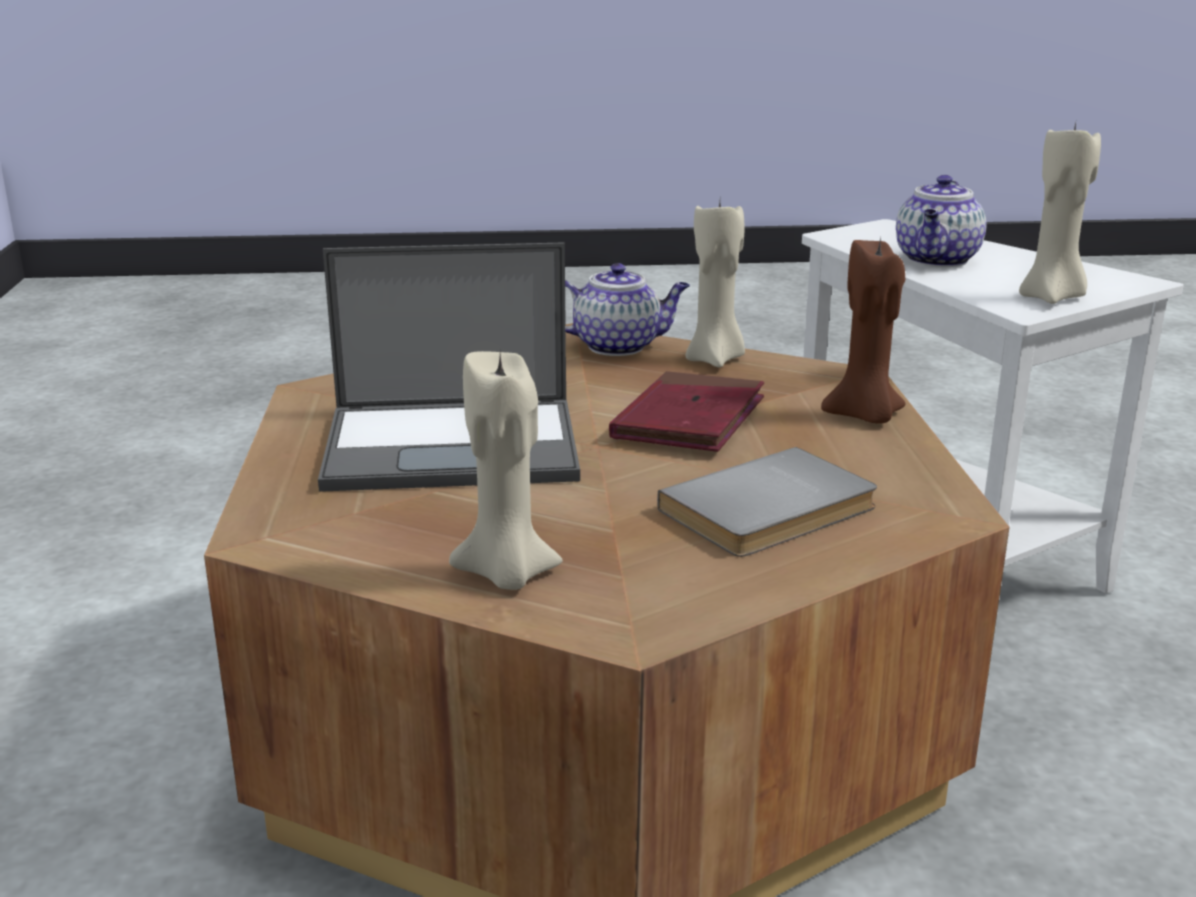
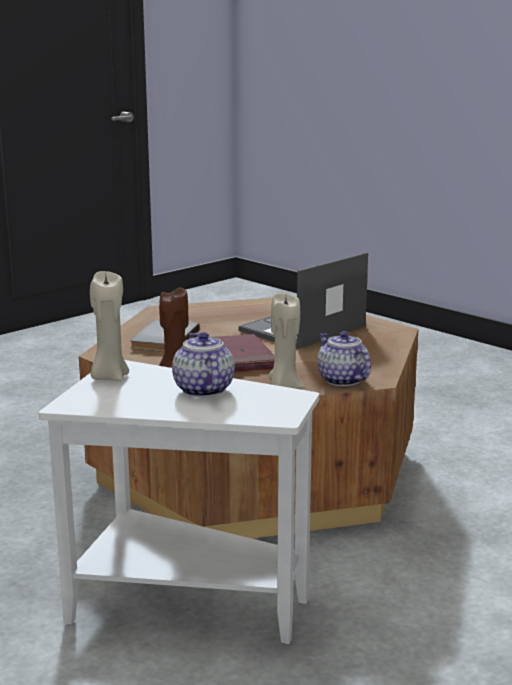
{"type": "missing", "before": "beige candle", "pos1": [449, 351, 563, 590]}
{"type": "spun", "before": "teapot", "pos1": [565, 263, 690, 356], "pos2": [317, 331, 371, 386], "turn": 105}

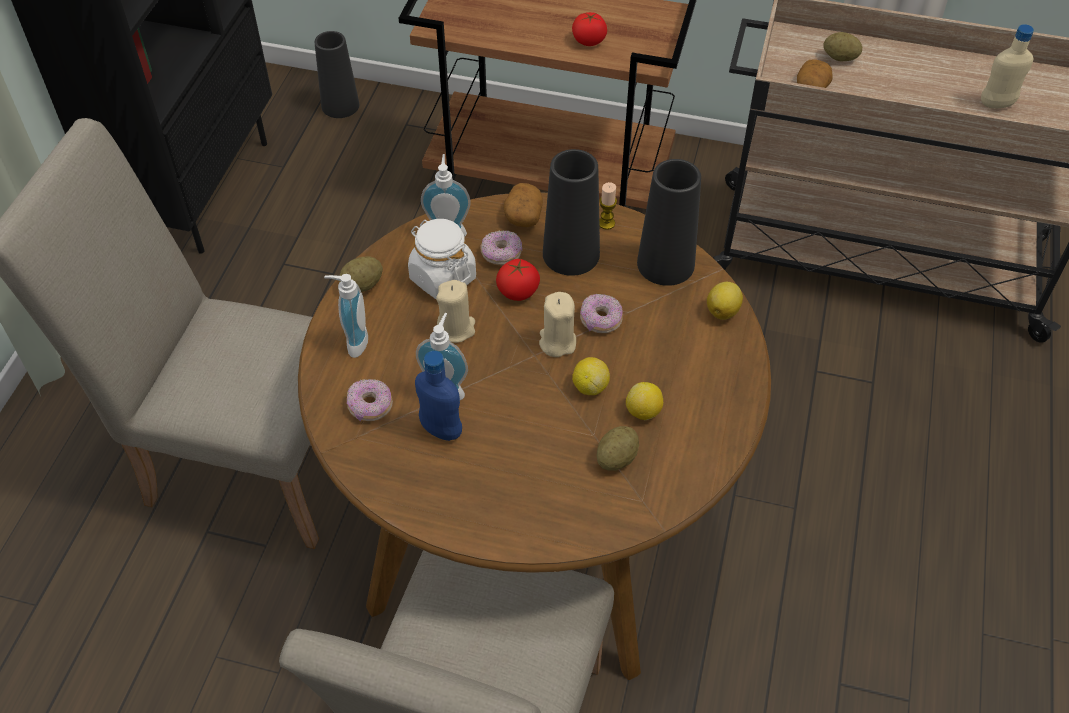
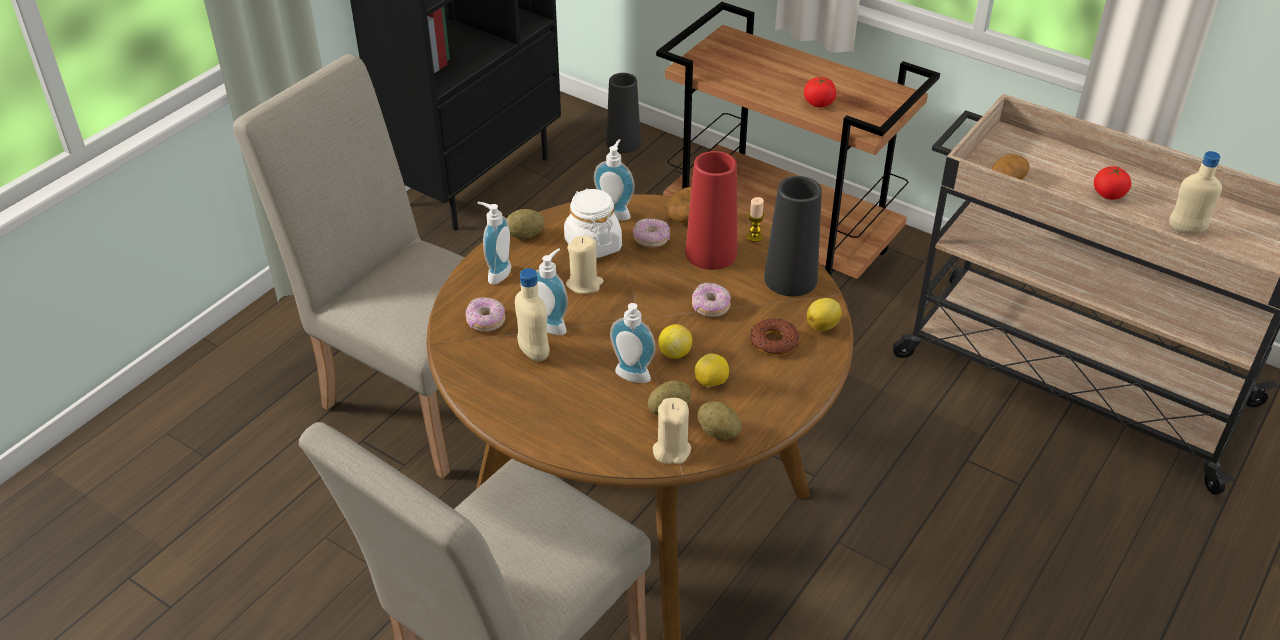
{"type": "appeared", "after": "soap dispenser", "pos2": [610, 303, 656, 383]}
{"type": "appeared", "after": "donut", "pos2": [750, 318, 799, 355]}
{"type": "relocated", "before": "tomato", "pos1": [496, 259, 540, 301], "pos2": [1094, 166, 1131, 200]}
{"type": "relocated", "before": "beige candle", "pos1": [539, 292, 576, 357], "pos2": [653, 398, 691, 464]}
{"type": "relocated", "before": "potato", "pos1": [824, 32, 862, 62], "pos2": [697, 401, 741, 440]}
{"type": "colour", "before": "blue bottle", "after": "beige bottle", "pos1": [415, 351, 462, 441], "pos2": [515, 268, 549, 361]}
{"type": "colour", "before": "black vase", "after": "red vase", "pos1": [543, 149, 600, 276], "pos2": [685, 151, 737, 270]}

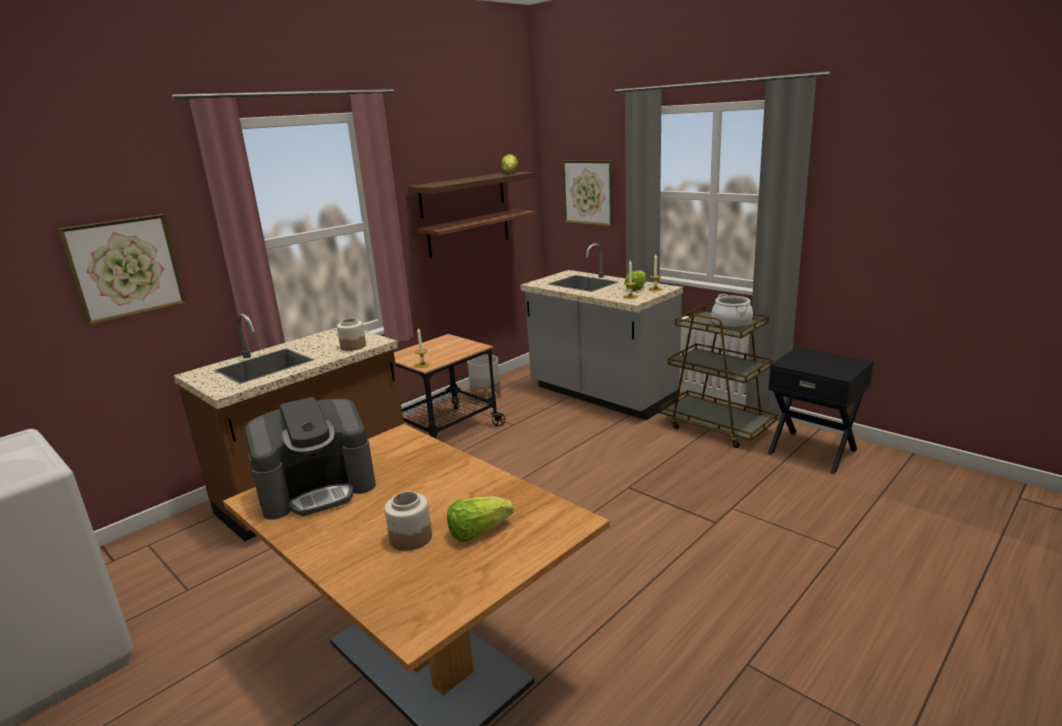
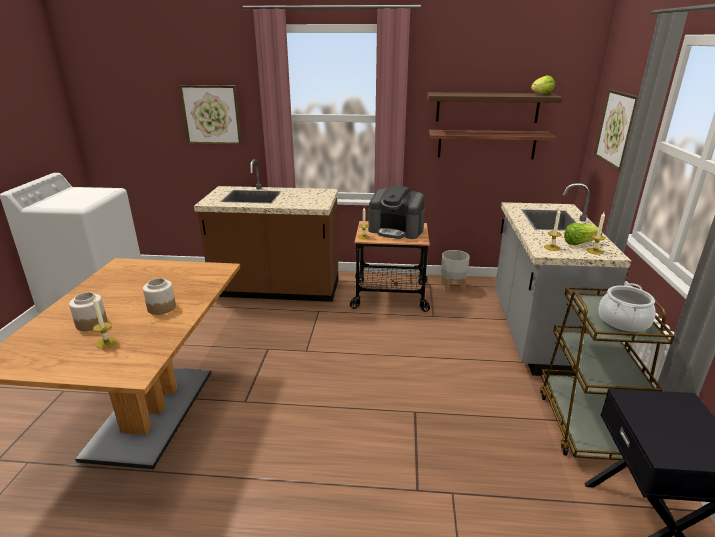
{"type": "relocated", "before": "coffee machine", "pos1": [244, 397, 376, 519], "pos2": [368, 186, 425, 239]}
{"type": "relocated", "before": "jar", "pos1": [337, 318, 366, 351], "pos2": [143, 278, 176, 315]}
{"type": "exchanged", "before": "lettuce", "after": "candle", "pos1": [447, 496, 514, 542], "pos2": [93, 297, 118, 349]}

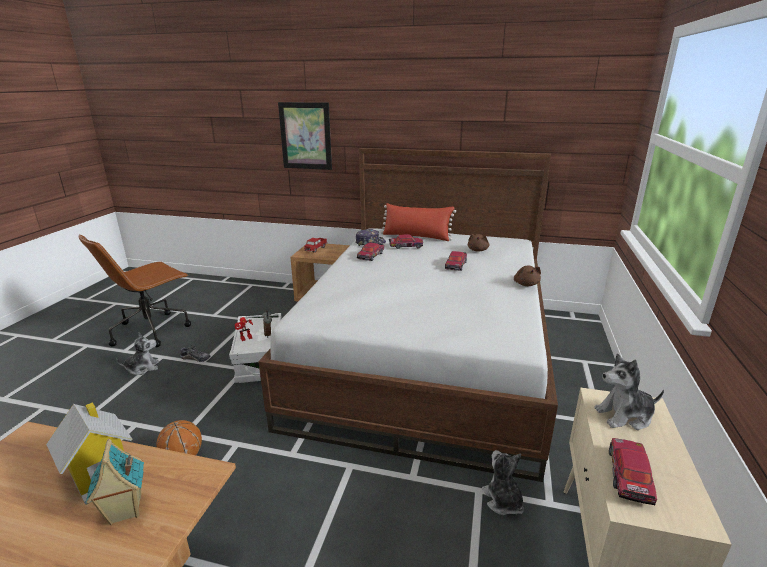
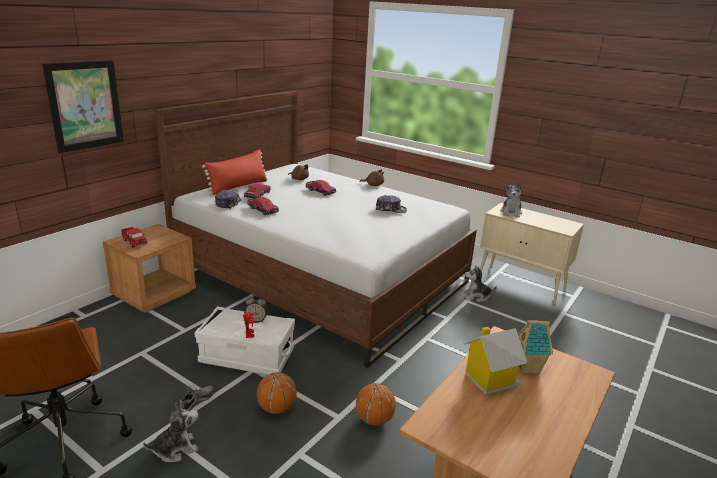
{"type": "missing", "before": "toy car", "pos1": [609, 438, 657, 505]}
{"type": "appeared", "after": "basketball", "pos2": [257, 372, 297, 414]}
{"type": "appeared", "after": "cap", "pos2": [376, 195, 407, 213]}
{"type": "spun", "before": "plush toy", "pos1": [116, 332, 159, 375], "pos2": [143, 402, 198, 462], "turn": 60}

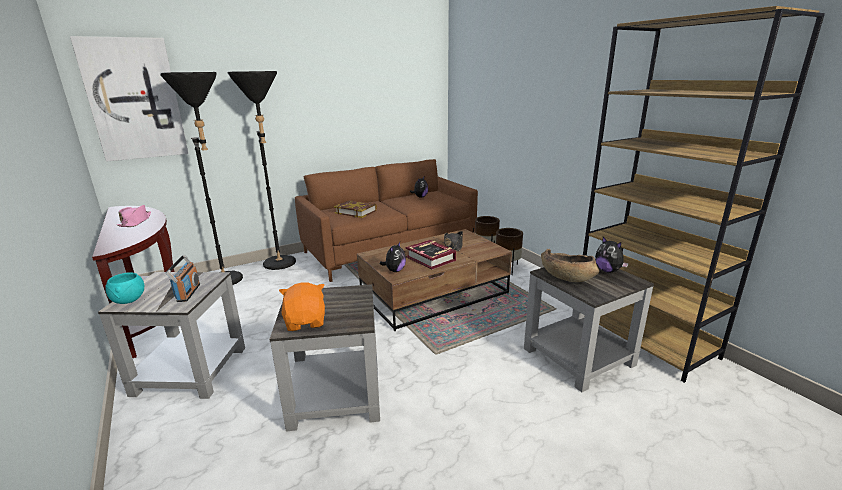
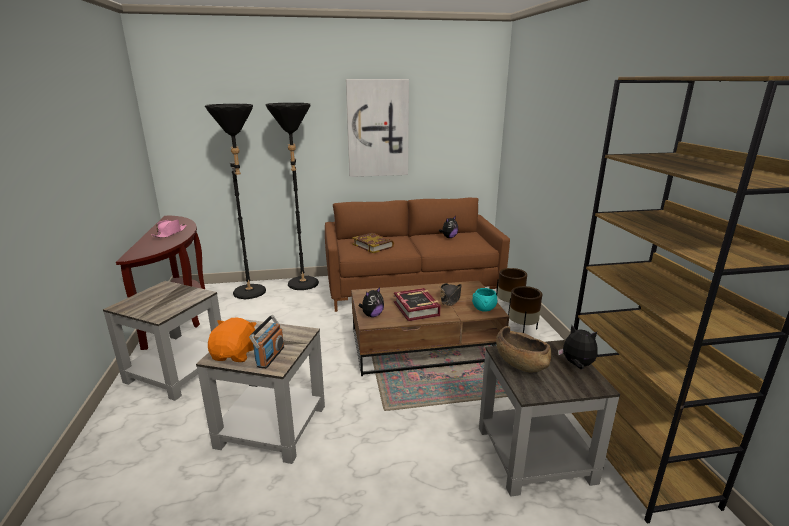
{"type": "relocated", "before": "picture", "pos1": [70, 36, 189, 162], "pos2": [346, 79, 409, 177]}
{"type": "relocated", "before": "turquoise bowl", "pos1": [105, 272, 145, 304], "pos2": [472, 288, 497, 312]}
{"type": "relocated", "before": "radio", "pos1": [165, 255, 200, 302], "pos2": [249, 315, 284, 369]}
{"type": "spun", "before": "plush toy", "pos1": [595, 237, 629, 273], "pos2": [558, 325, 598, 369], "turn": 135}

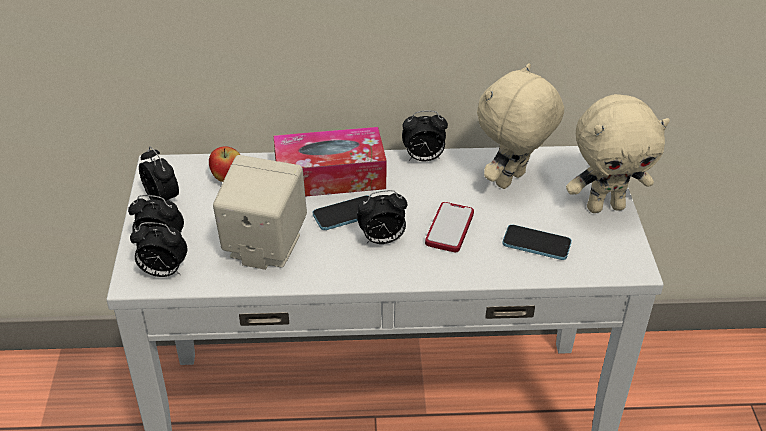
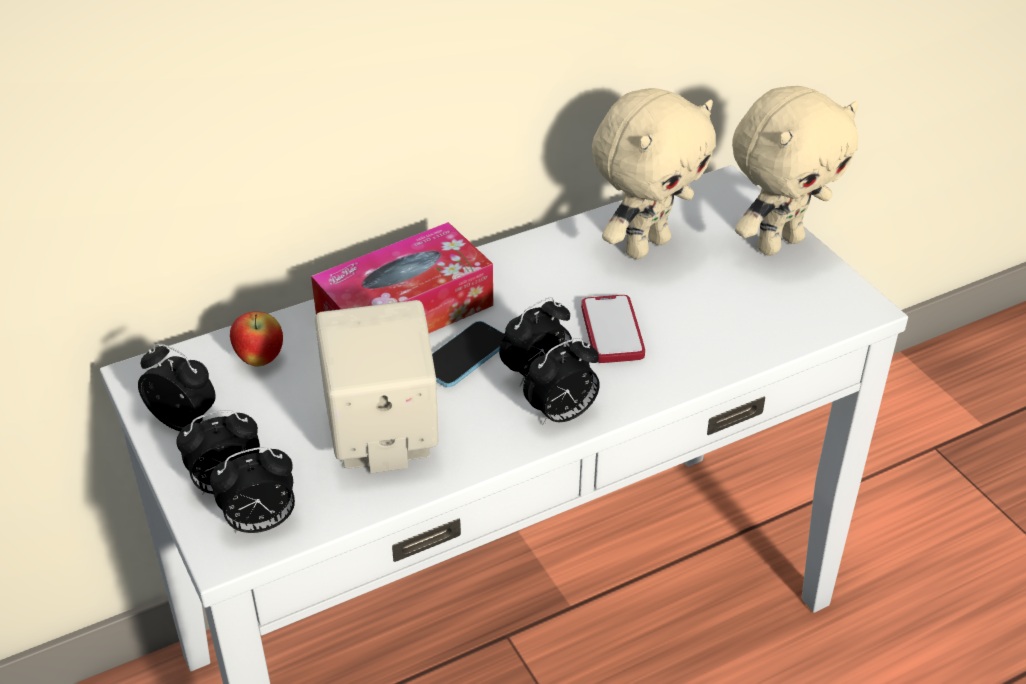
{"type": "missing", "before": "phone", "pos1": [502, 225, 572, 260]}
{"type": "relocated", "before": "alarm clock", "pos1": [402, 111, 448, 161], "pos2": [523, 338, 600, 426]}
{"type": "spun", "before": "beige plush toy", "pos1": [477, 63, 564, 189], "pos2": [592, 88, 716, 259], "turn": -150}

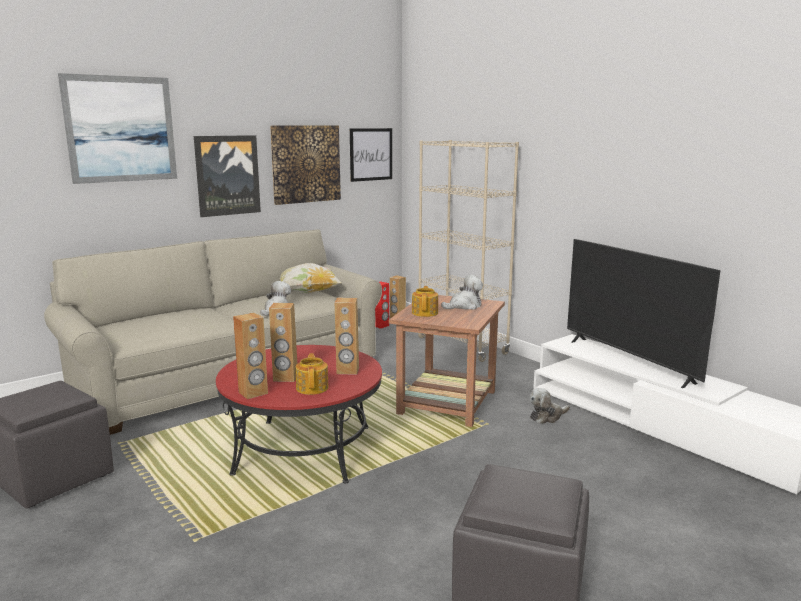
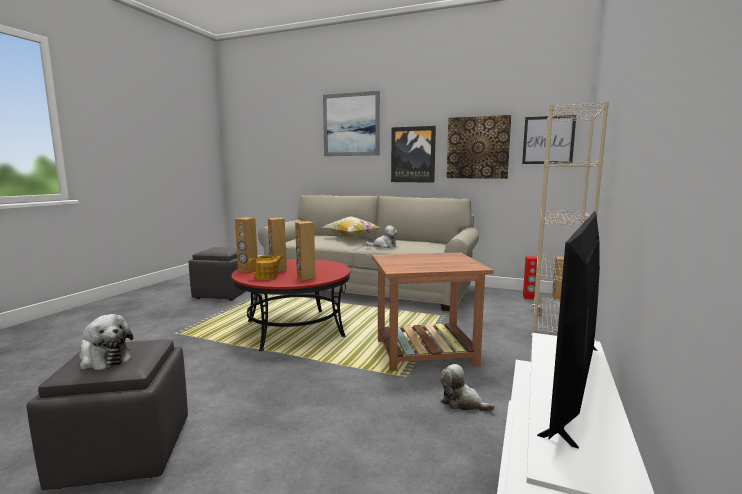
{"type": "missing", "before": "teapot", "pos1": [412, 286, 438, 317]}
{"type": "relocated", "before": "pillow", "pos1": [280, 263, 342, 293], "pos2": [322, 216, 381, 238]}
{"type": "relocated", "before": "plush toy", "pos1": [441, 275, 483, 310], "pos2": [79, 314, 133, 370]}

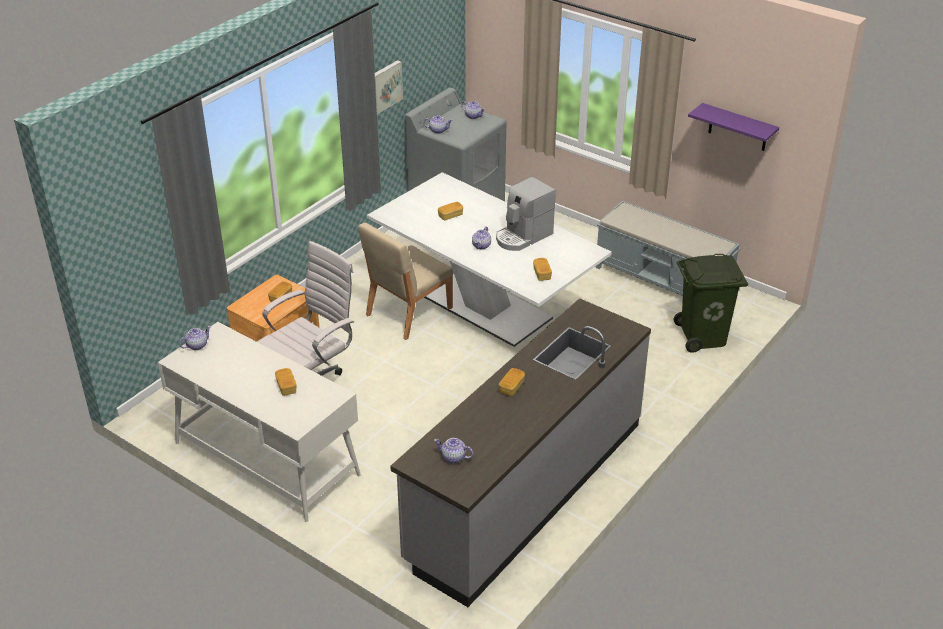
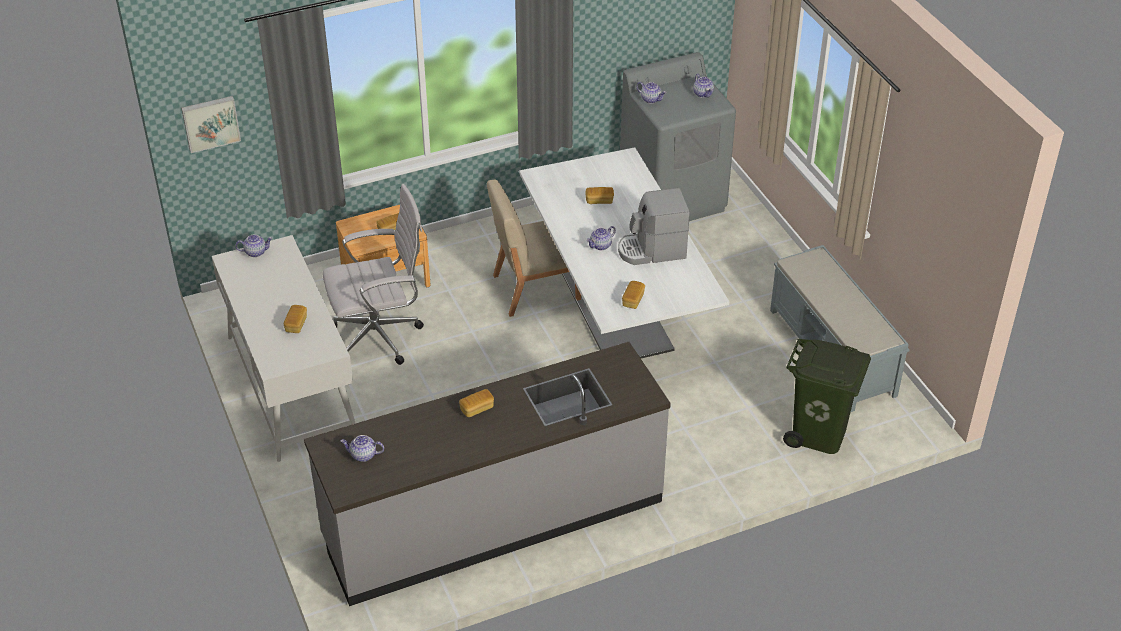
{"type": "missing", "before": "purple shelf", "pos1": [688, 103, 779, 151]}
{"type": "relocated", "before": "picture", "pos1": [375, 60, 403, 114], "pos2": [181, 96, 241, 153]}
{"type": "spun", "before": "teapot", "pos1": [434, 438, 473, 464], "pos2": [341, 435, 384, 462], "turn": -45}

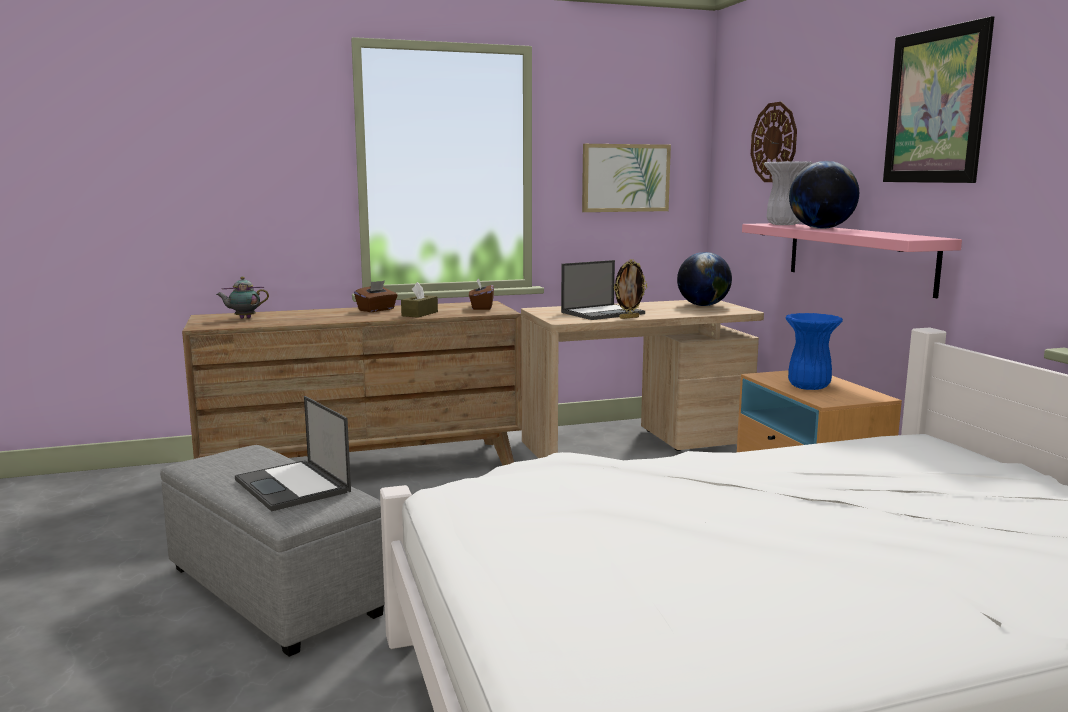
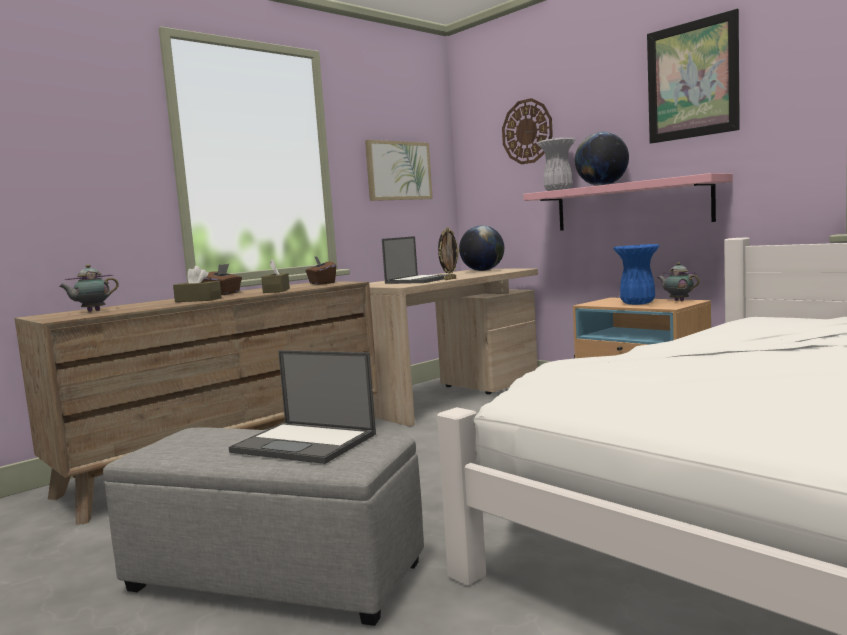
{"type": "appeared", "after": "brown tissue box", "pos2": [173, 266, 222, 302]}
{"type": "appeared", "after": "teapot", "pos2": [658, 262, 700, 301]}

